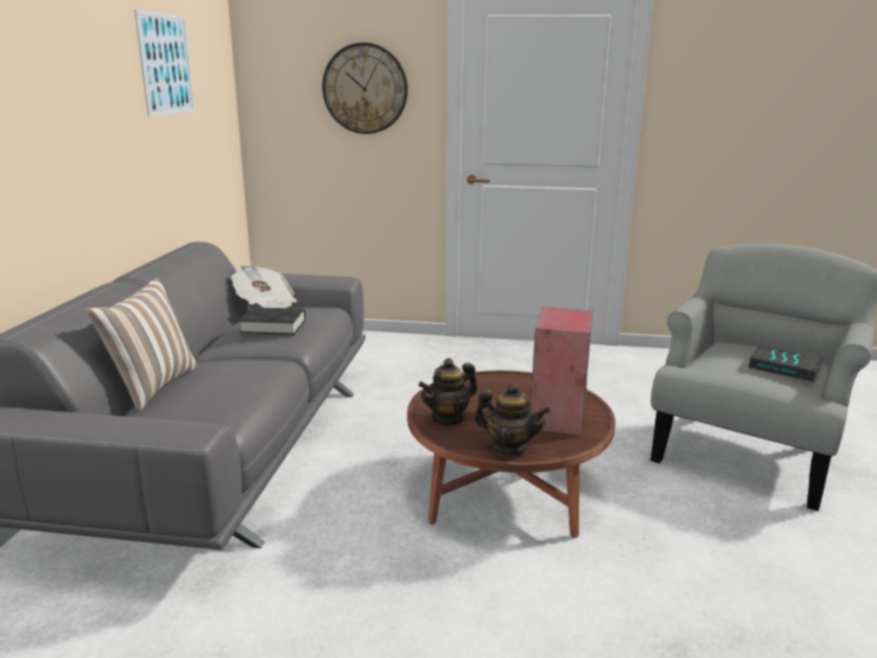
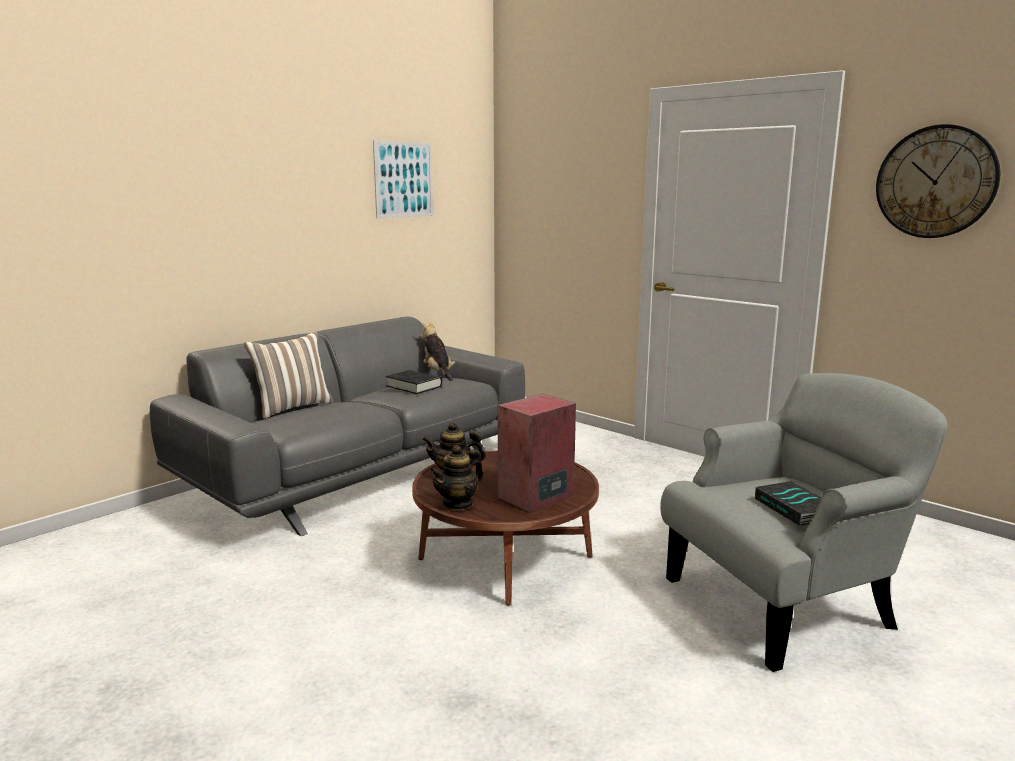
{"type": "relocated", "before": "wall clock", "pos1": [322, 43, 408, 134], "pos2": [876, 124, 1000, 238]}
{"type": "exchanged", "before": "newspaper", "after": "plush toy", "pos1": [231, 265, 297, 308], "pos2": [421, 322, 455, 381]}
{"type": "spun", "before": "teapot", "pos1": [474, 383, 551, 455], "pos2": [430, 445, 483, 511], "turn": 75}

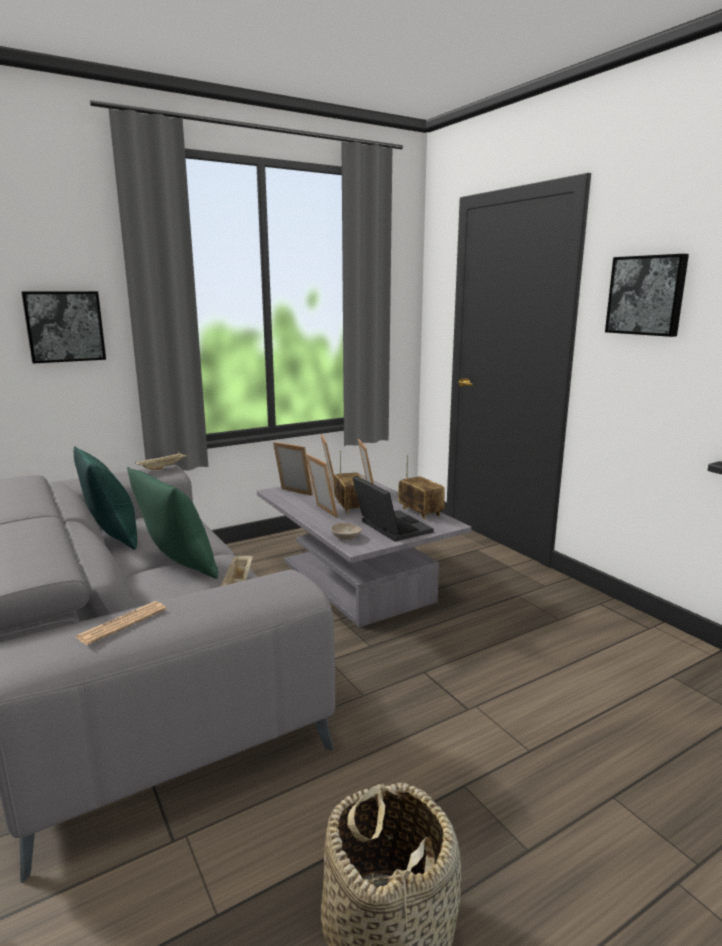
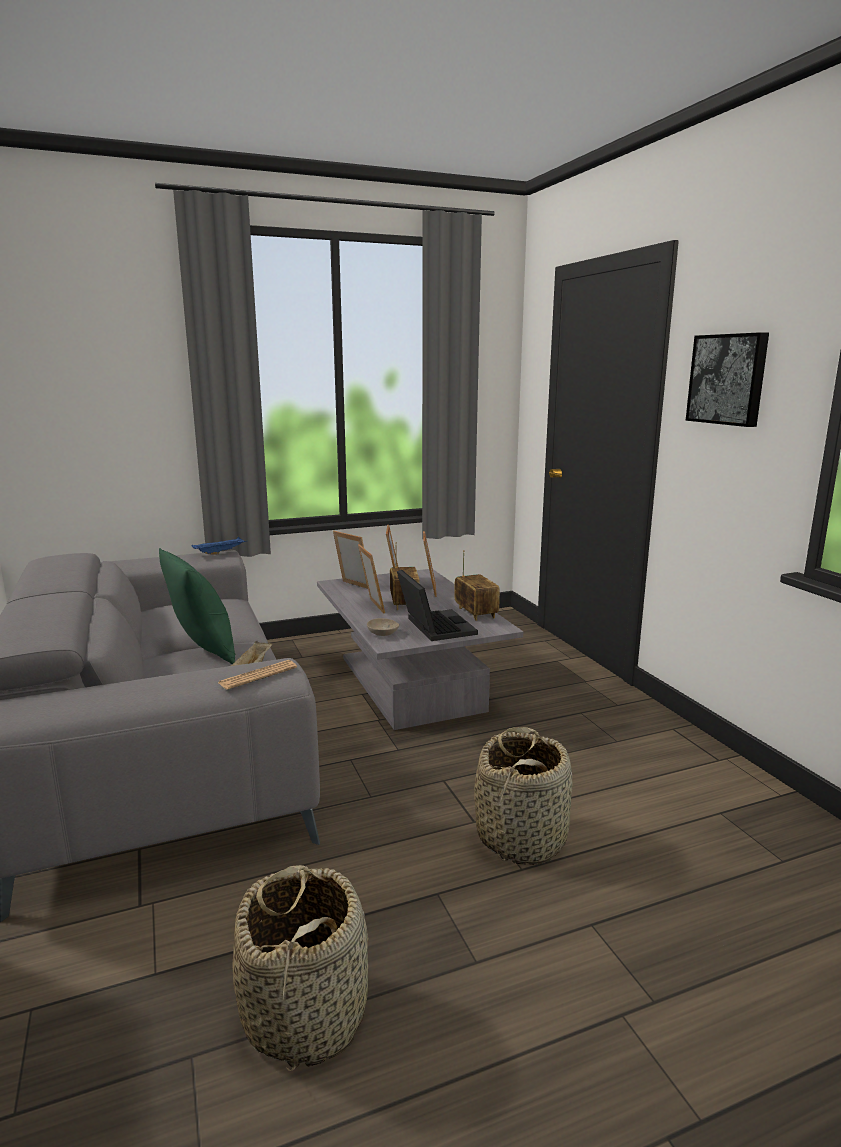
{"type": "missing", "before": "picture", "pos1": [21, 291, 106, 364]}
{"type": "missing", "before": "green pillow", "pos1": [74, 446, 137, 550]}
{"type": "appeared", "after": "basket", "pos2": [474, 727, 572, 865]}
{"type": "relocated", "before": "newspaper", "pos1": [76, 601, 166, 645], "pos2": [218, 660, 297, 690]}
{"type": "colour", "before": "beige tray", "after": "blue tray", "pos1": [135, 452, 186, 470], "pos2": [191, 537, 247, 555]}

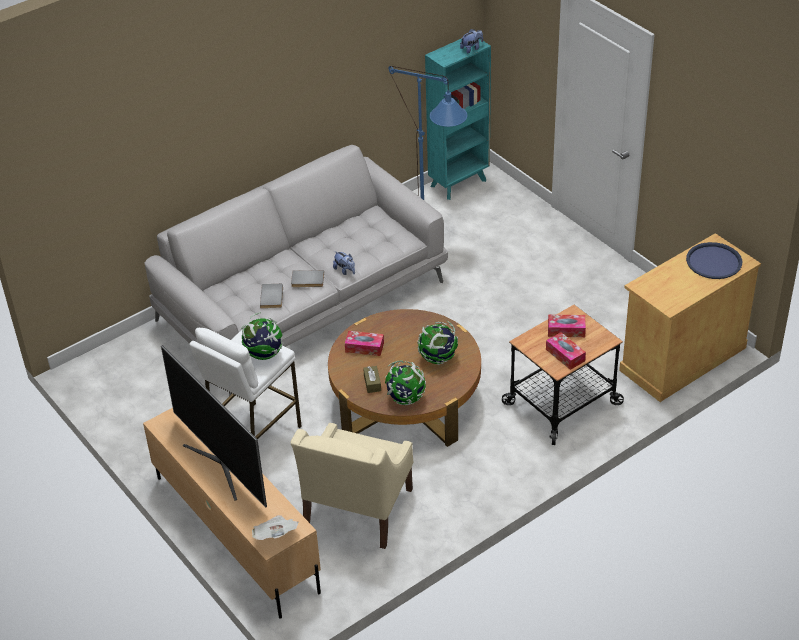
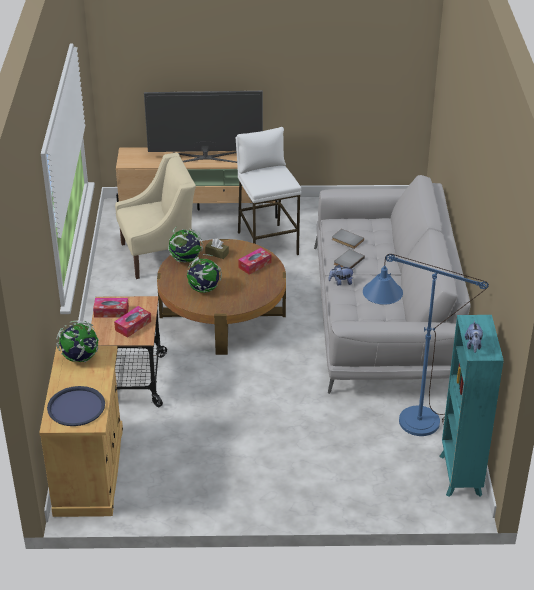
{"type": "missing", "before": "newspaper", "pos1": [252, 515, 299, 540]}
{"type": "relocated", "before": "globe", "pos1": [241, 312, 284, 360], "pos2": [57, 320, 99, 362]}
{"type": "spun", "before": "beige armchair", "pos1": [290, 423, 414, 549], "pos2": [115, 153, 196, 279], "turn": 105}

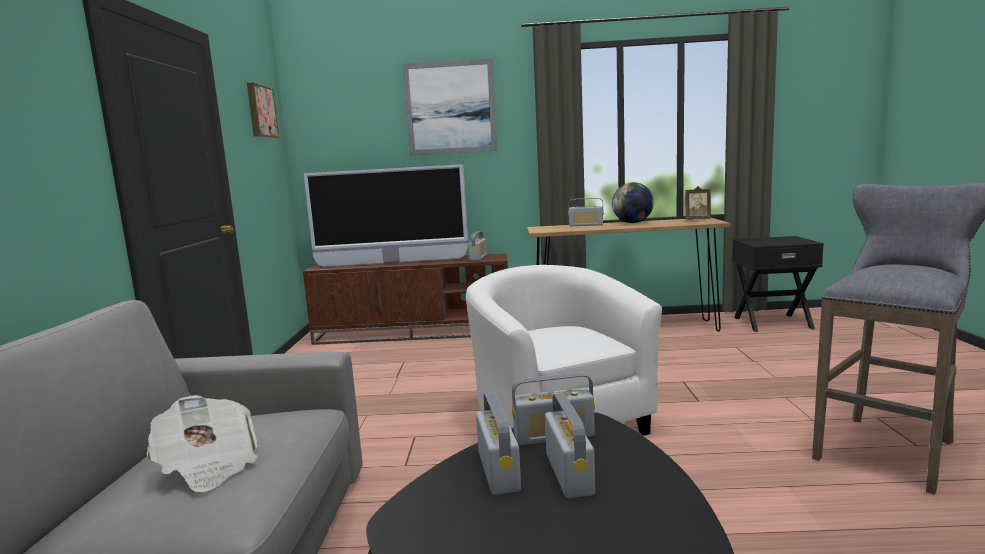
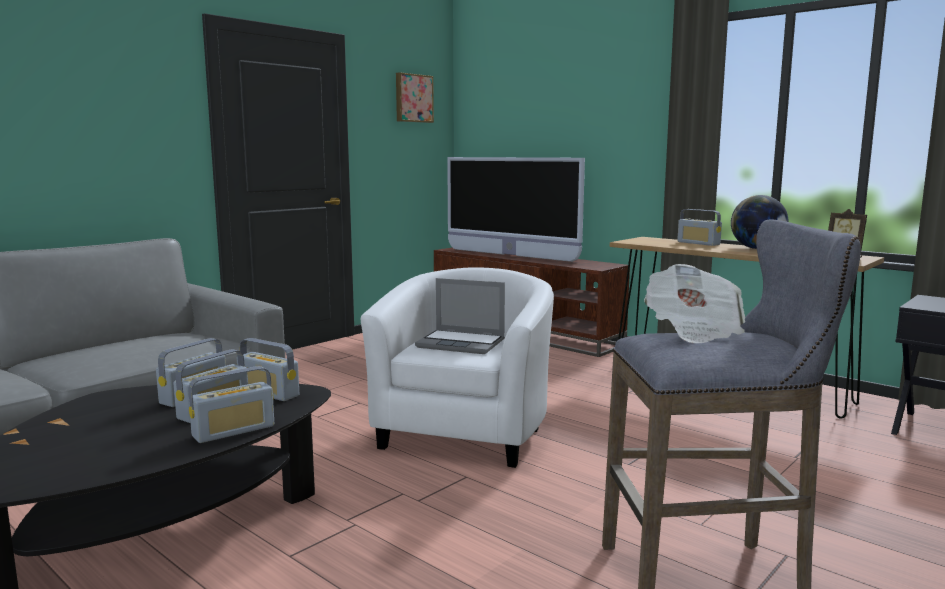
{"type": "missing", "before": "picture", "pos1": [402, 58, 497, 156]}
{"type": "appeared", "after": "laptop", "pos2": [415, 278, 505, 354]}
{"type": "relocated", "before": "newspaper", "pos1": [146, 395, 258, 492], "pos2": [644, 264, 745, 343]}
{"type": "relocated", "before": "radio", "pos1": [469, 231, 487, 261], "pos2": [188, 366, 274, 443]}

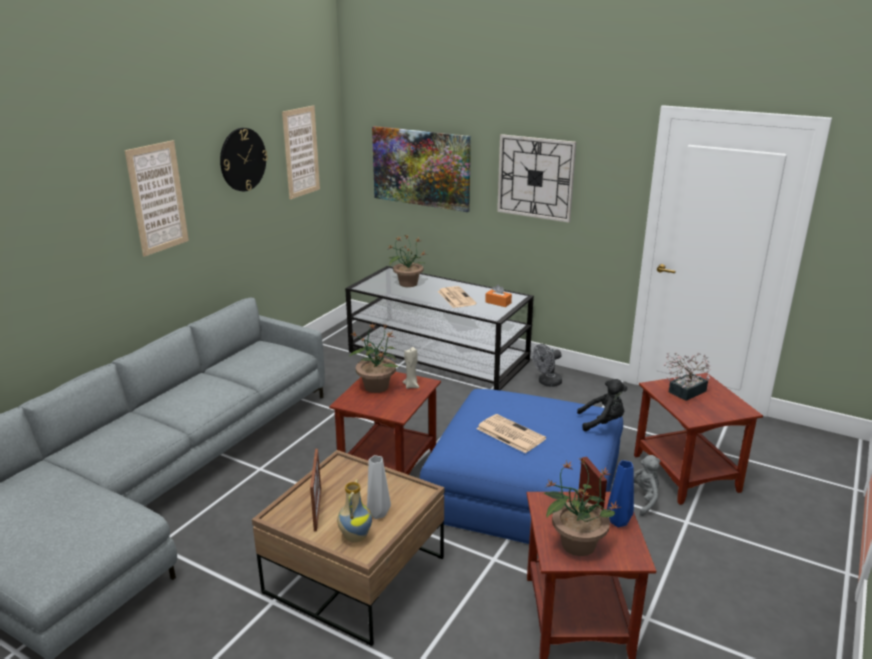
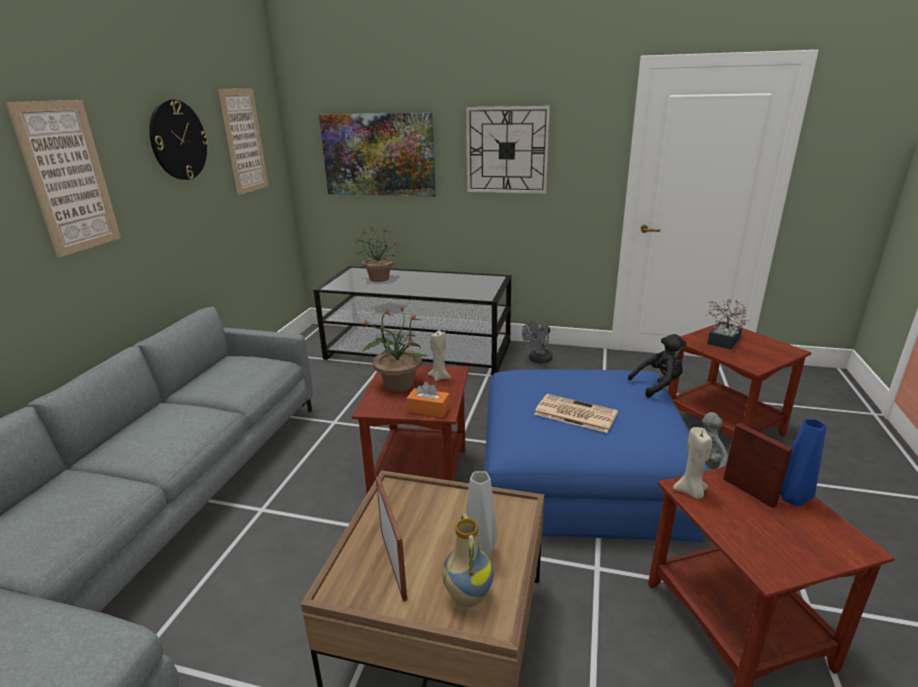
{"type": "missing", "before": "newspaper", "pos1": [438, 286, 476, 308]}
{"type": "missing", "before": "potted plant", "pos1": [543, 458, 621, 556]}
{"type": "appeared", "after": "beige candle", "pos2": [673, 427, 712, 499]}
{"type": "relocated", "before": "orange tissue box", "pos1": [485, 285, 512, 307], "pos2": [407, 382, 450, 417]}

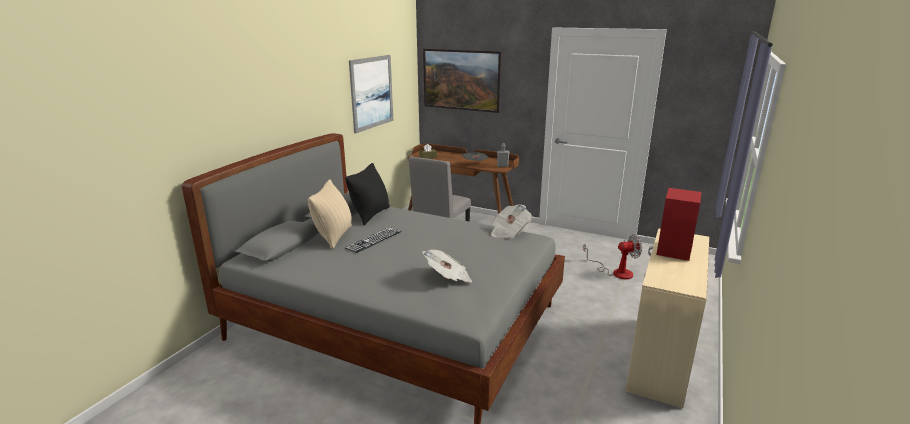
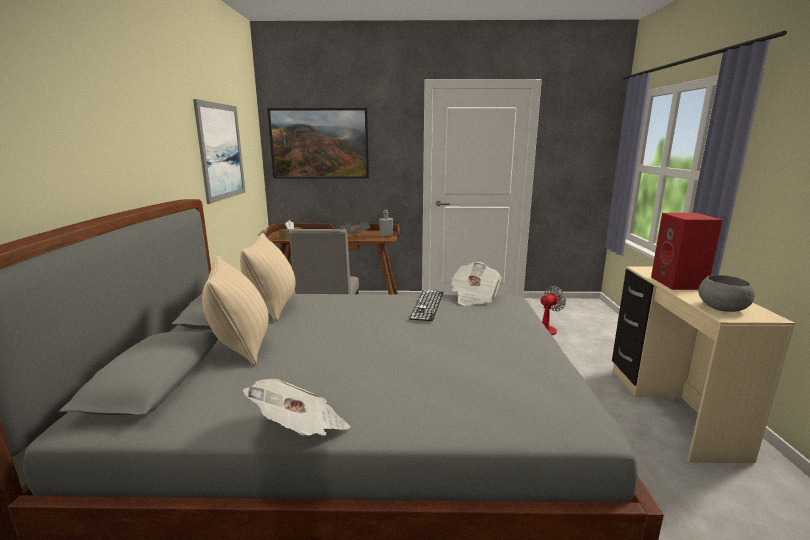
{"type": "appeared", "after": "grey bowl", "pos2": [698, 275, 755, 312]}
{"type": "relocated", "before": "keyboard", "pos1": [345, 227, 401, 253], "pos2": [409, 290, 443, 321]}
{"type": "relocated", "before": "newspaper", "pos1": [423, 249, 472, 283], "pos2": [243, 379, 350, 436]}
{"type": "colour", "before": "black pillow", "after": "beige pillow", "pos1": [345, 163, 390, 225], "pos2": [240, 233, 295, 322]}

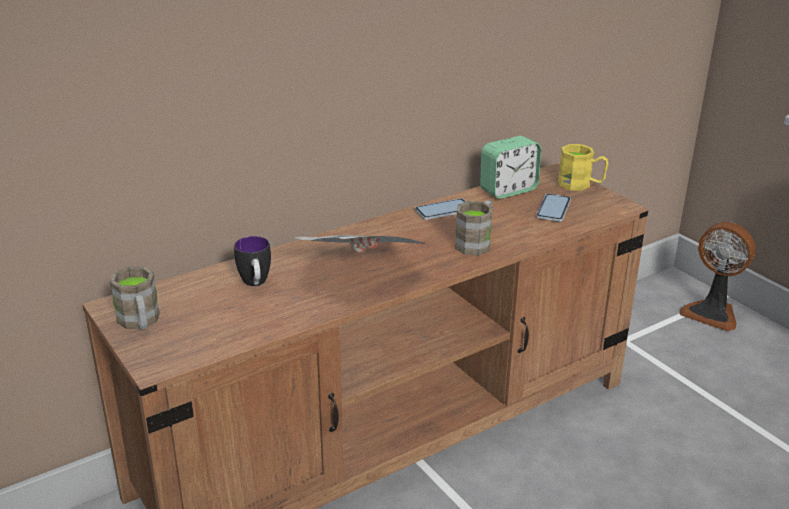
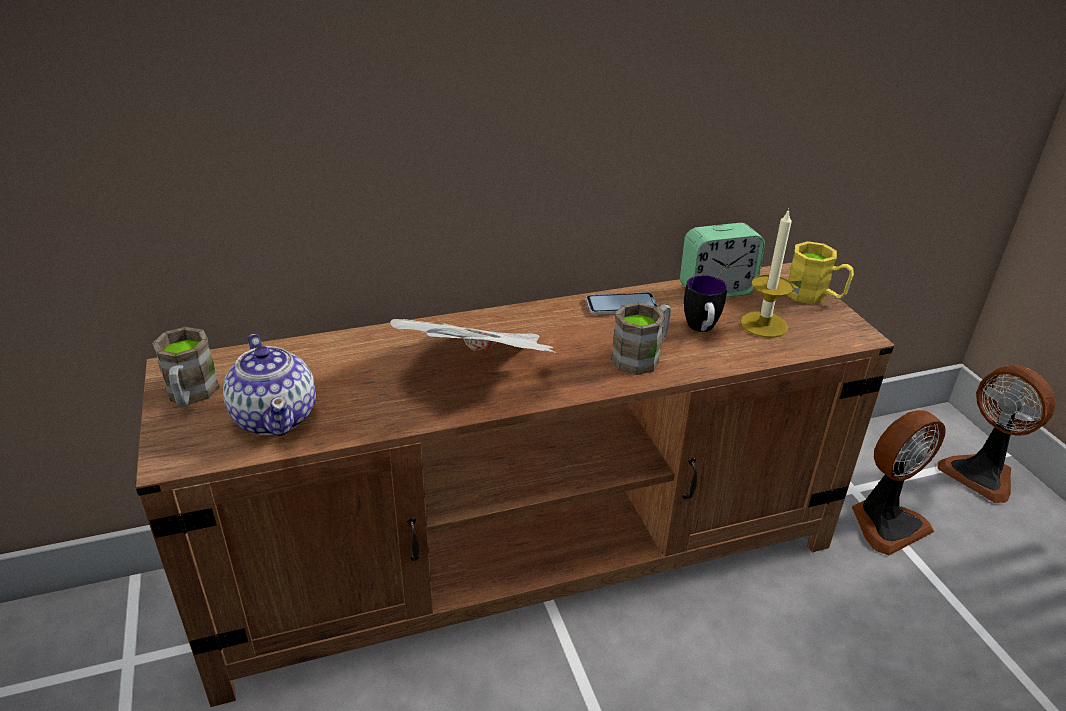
{"type": "appeared", "after": "teapot", "pos2": [223, 334, 316, 436]}
{"type": "appeared", "after": "fan", "pos2": [852, 410, 946, 555]}
{"type": "relocated", "before": "mug", "pos1": [234, 236, 271, 286], "pos2": [684, 275, 727, 332]}
{"type": "exchanged", "before": "phone", "after": "candle", "pos1": [536, 194, 571, 222], "pos2": [740, 209, 794, 338]}

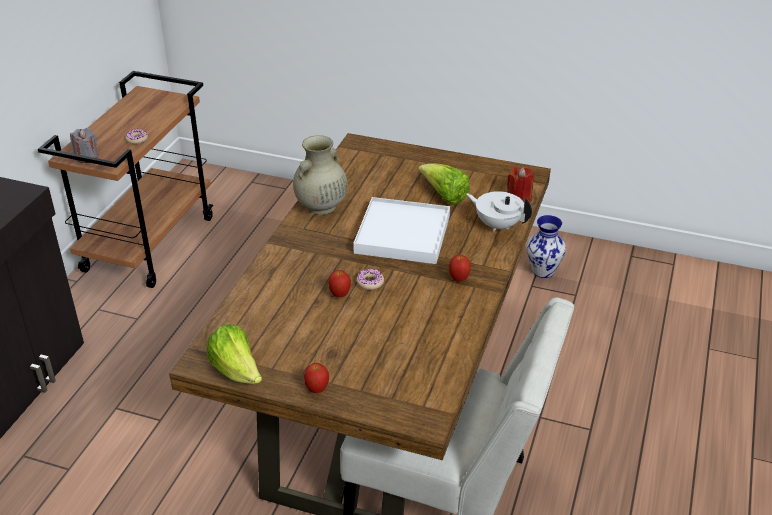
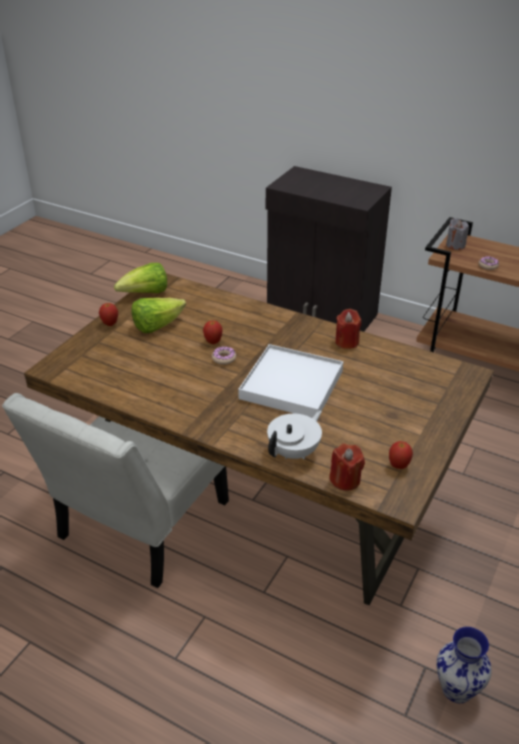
{"type": "relocated", "before": "lettuce", "pos1": [418, 164, 470, 205], "pos2": [131, 298, 186, 333]}
{"type": "relocated", "before": "apple", "pos1": [449, 255, 471, 282], "pos2": [389, 441, 413, 469]}
{"type": "exchanged", "before": "beige vase", "after": "red candle", "pos1": [293, 135, 348, 215], "pos2": [335, 309, 361, 349]}

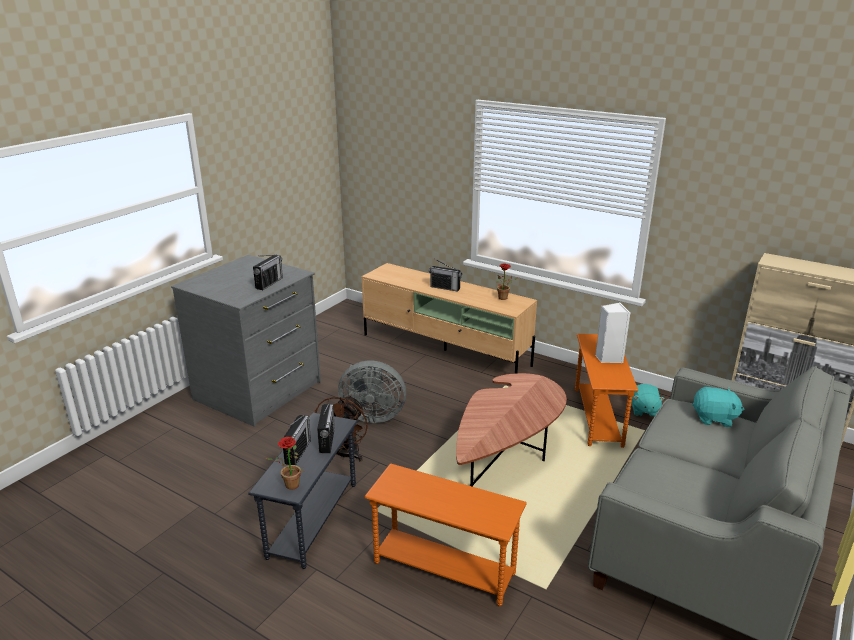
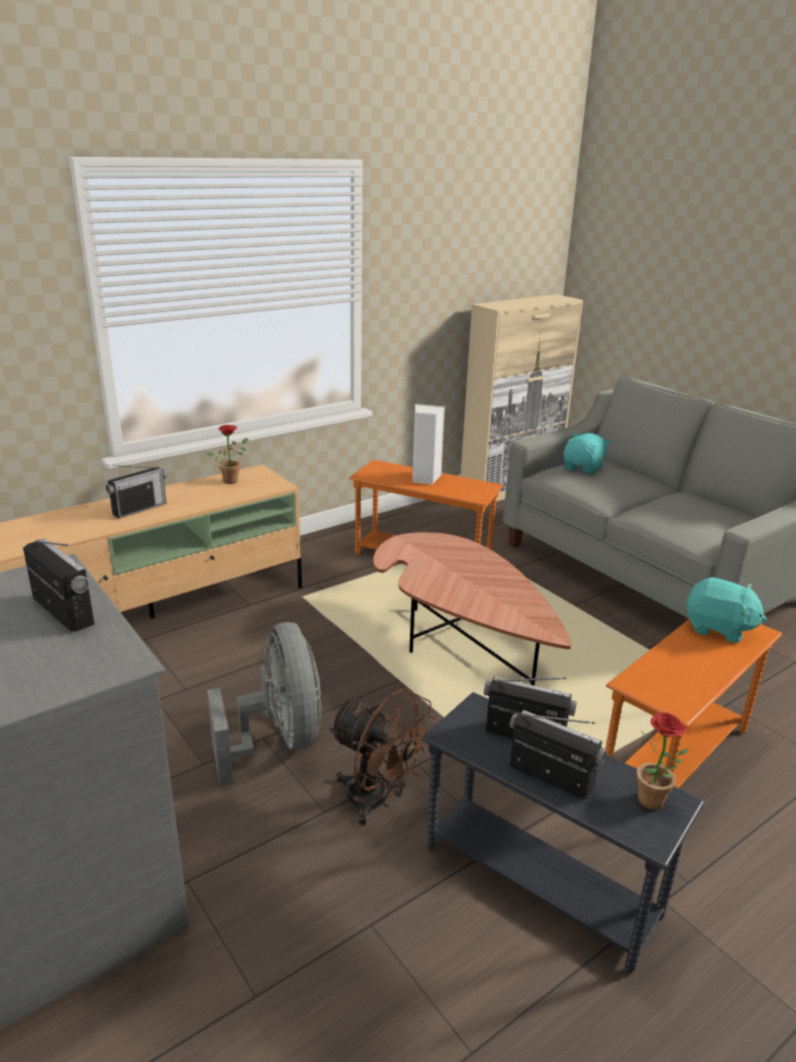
{"type": "relocated", "before": "turquoise plush toy", "pos1": [631, 384, 665, 417], "pos2": [686, 577, 767, 643]}
{"type": "spun", "before": "grey fan", "pos1": [338, 360, 406, 423], "pos2": [207, 622, 321, 787], "turn": -45}

